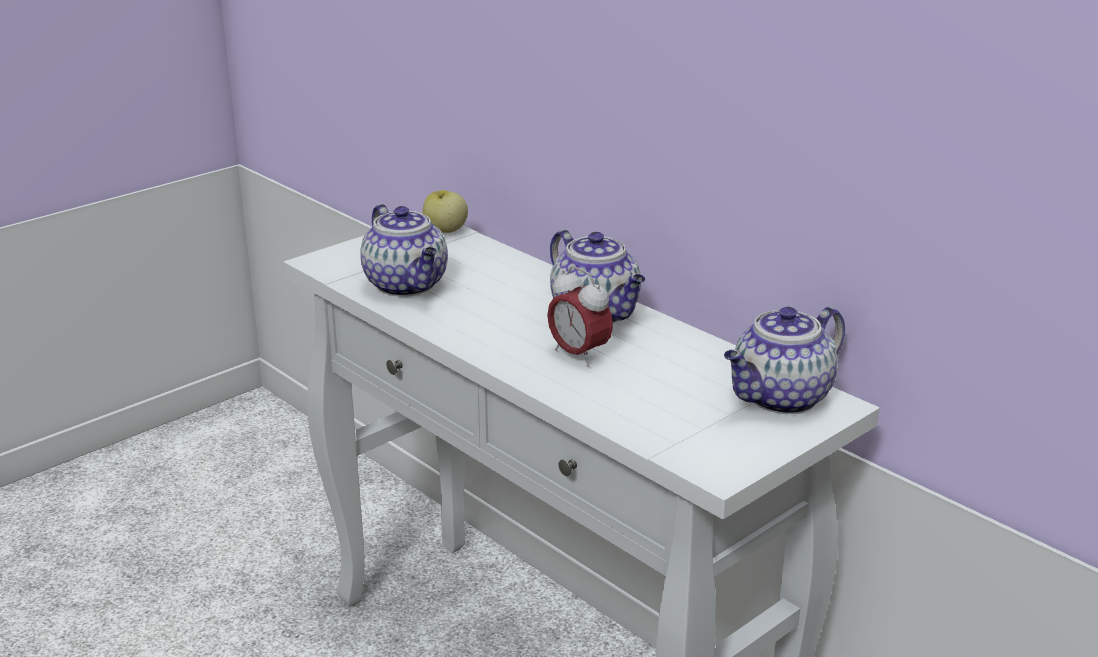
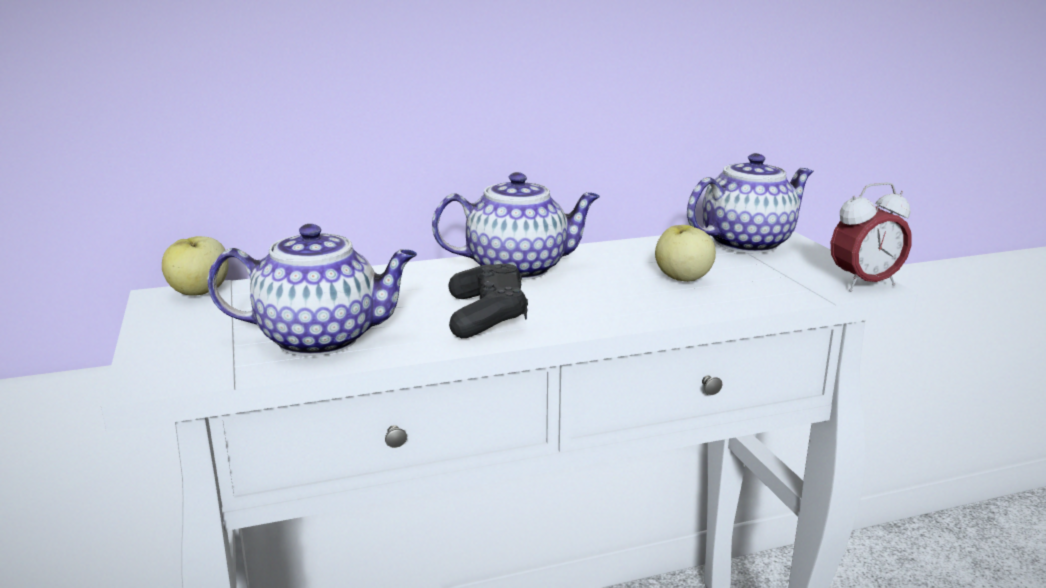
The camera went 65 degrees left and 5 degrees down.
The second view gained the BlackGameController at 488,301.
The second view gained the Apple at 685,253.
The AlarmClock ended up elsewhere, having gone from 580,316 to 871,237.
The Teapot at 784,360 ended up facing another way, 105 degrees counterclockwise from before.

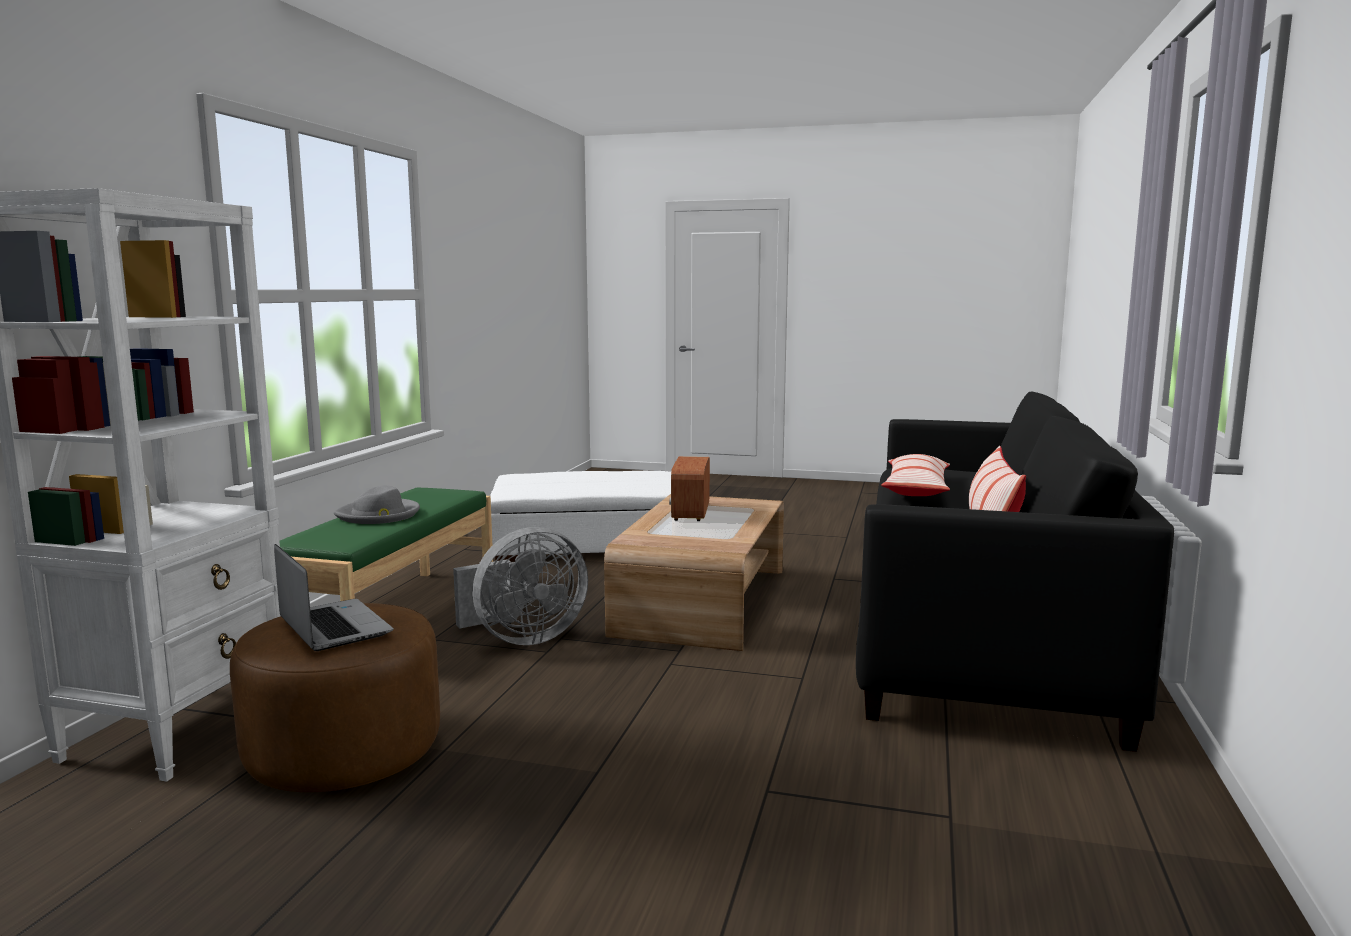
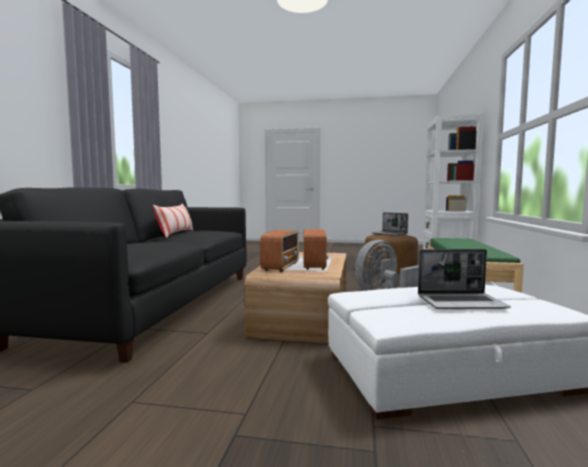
The camera went 175 degrees right and 5 degrees down.
The second view lost the GreyHat at 377,504.
The second view lost the Pillow at 915,475.
The second view gained the Radio at 279,251.
The second view gained the Laptop at 464,279.

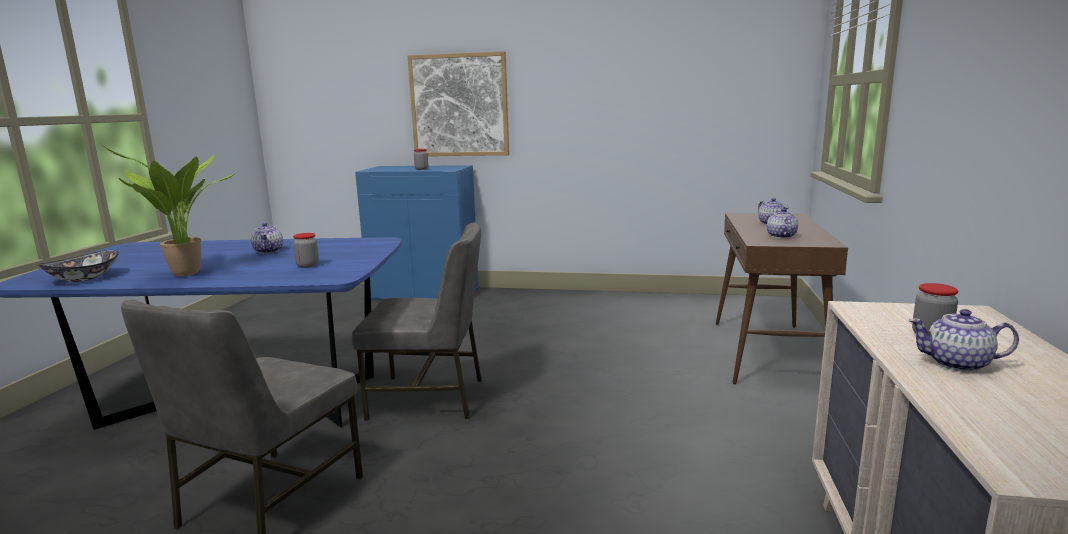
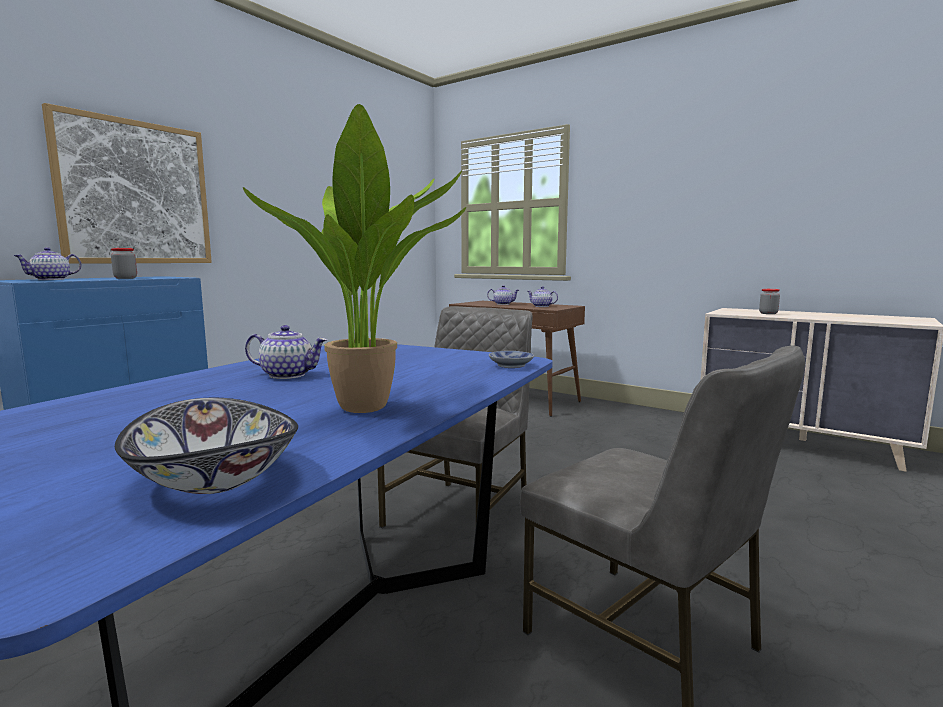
The camera went 65 degrees left and 5 degrees down.
The second view lost the Jar at 306,250.
The second view gained the Bowl at 511,359.
The Teapot ended up elsewhere, having gone from 963,340 to 47,263.

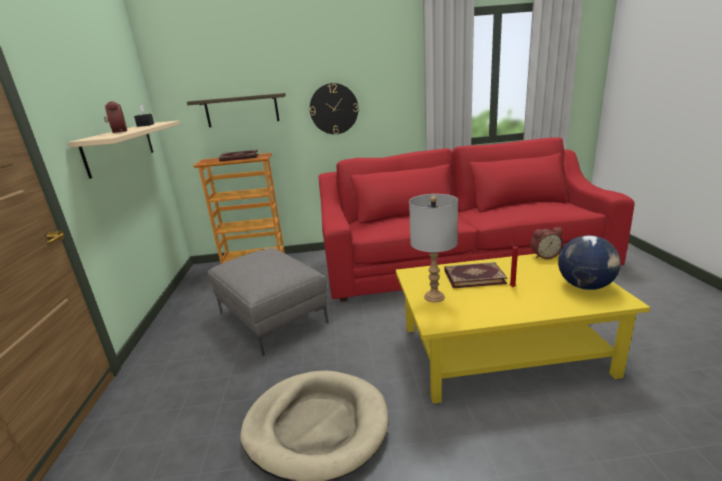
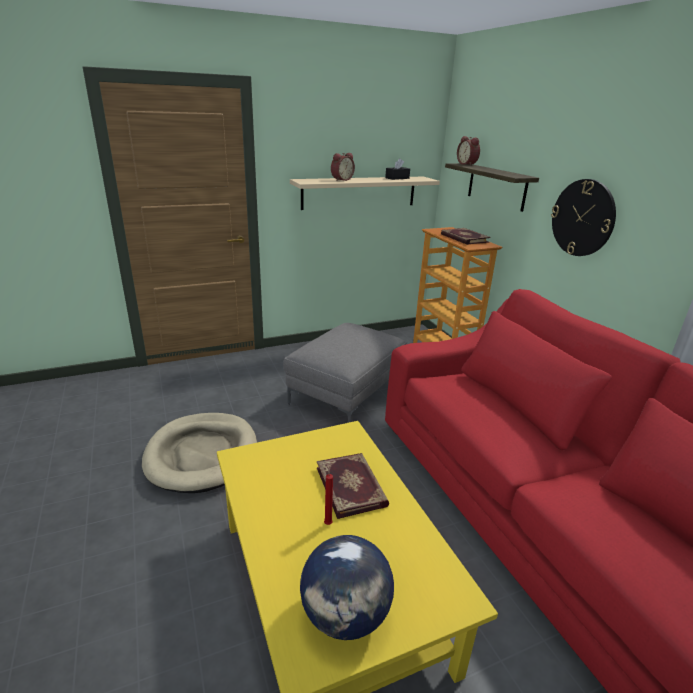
The camera went 70 degrees right and 5 degrees up.
The second view lost the GreyTableLamp at 433,248.
The AlarmClock ended up elsewhere, having gone from 547,243 to 468,150.

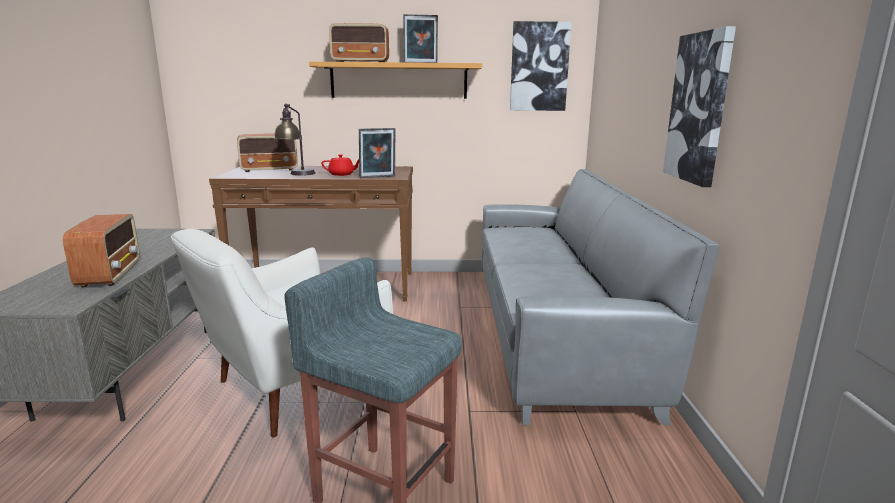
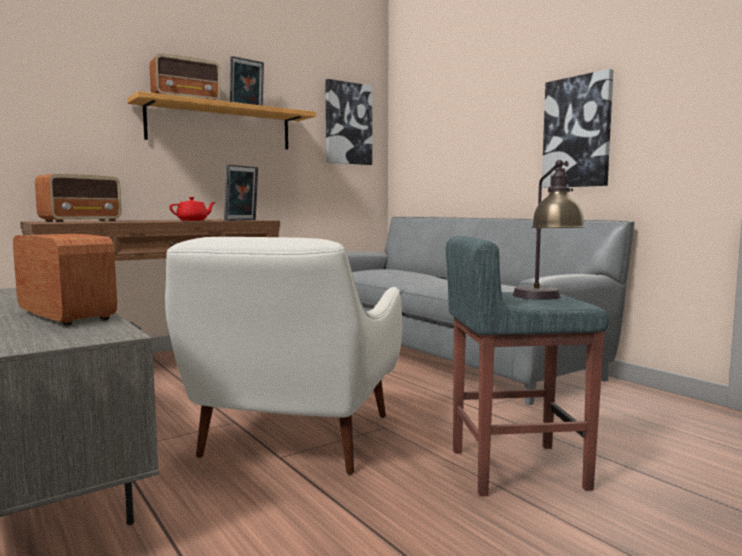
The camera went 35 degrees left and 10 degrees down.
The TableLamp ended up elsewhere, having gone from 294,140 to 549,230.

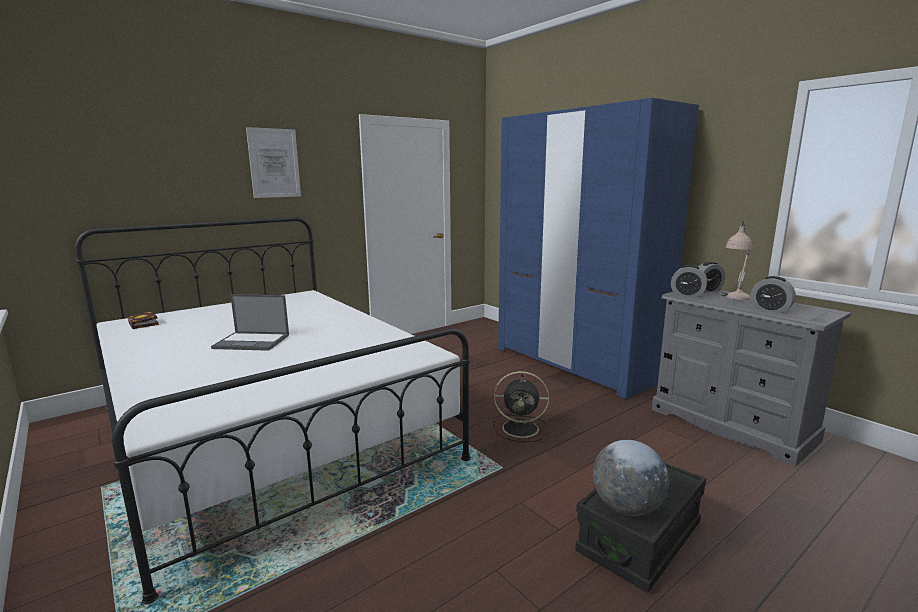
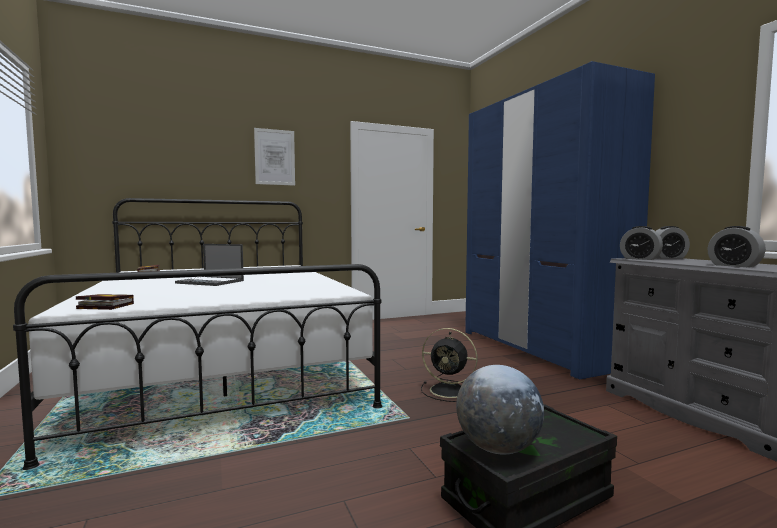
The camera went 15 degrees right and 10 degrees down.
The second view lost the BeigeTableLamp at 736,260.
The second view gained the Book at 105,302.

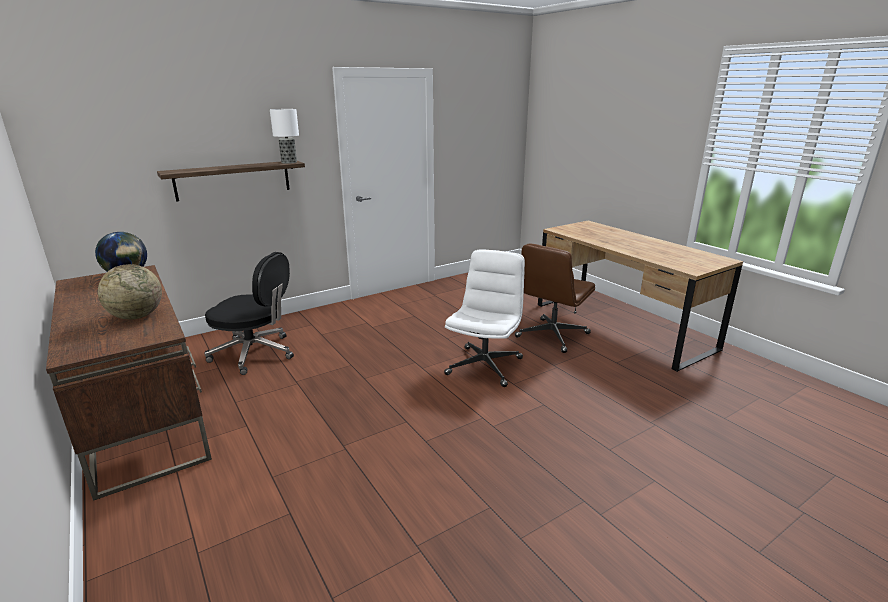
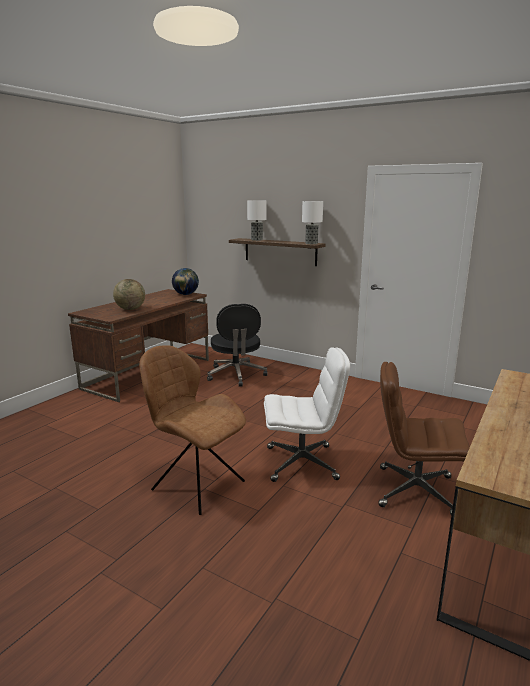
The camera went 65 degrees right and 5 degrees down.
The second view gained the BrownChair at 192,430.
The second view gained the TableLamp at 256,220.

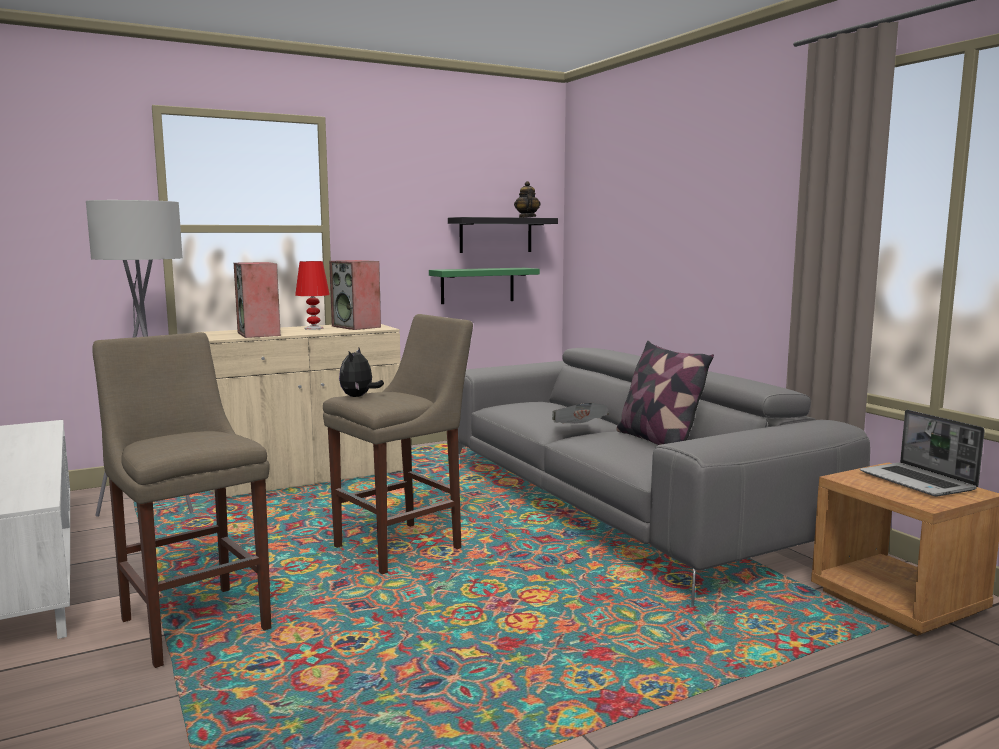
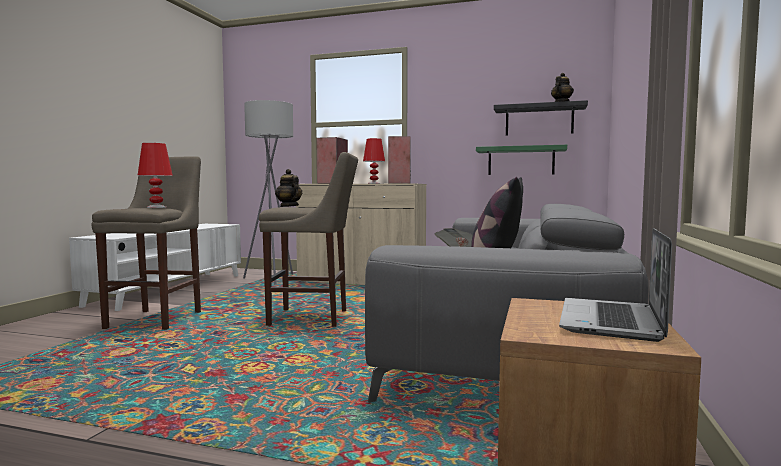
The camera went 45 degrees right and 5 degrees down.
The second view gained the RedTableLamp at 155,175.
Where the PlushToy stood at 361,372, the Teapot came to stand at 288,188.

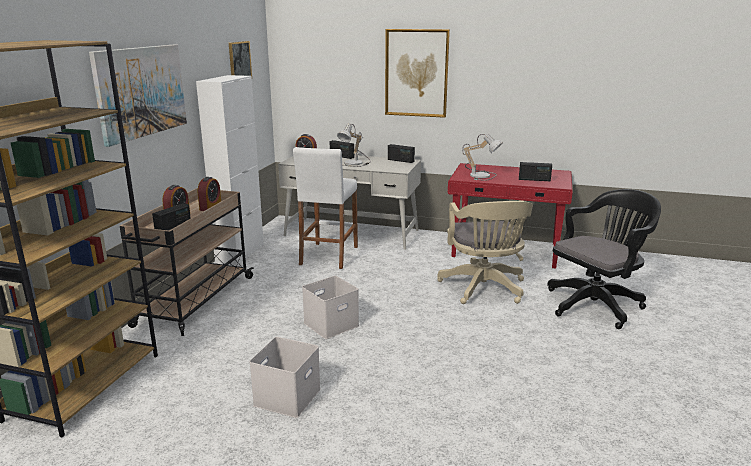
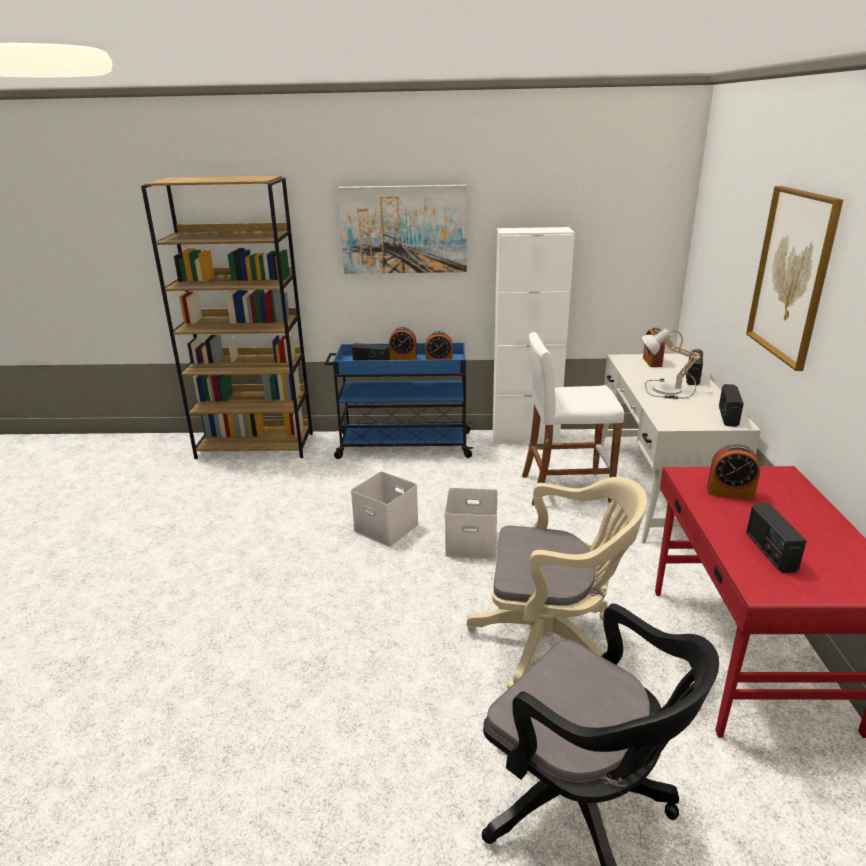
The camera went 75 degrees right and 5 degrees up.
The second view lost the Picture at 240,58.
The WhiteStorageBox ended up elsewhere, having gone from 285,377 to 471,523.
Where the TableLamp stood at 482,157, the AlarmClock came to stand at 733,472.
What was the BeigeCart at 187,262 turned into the BlueCart at 399,401.
The BeigeOfficeChair at 485,252 ended up facing another way, 150 degrees counterclockwise from before.

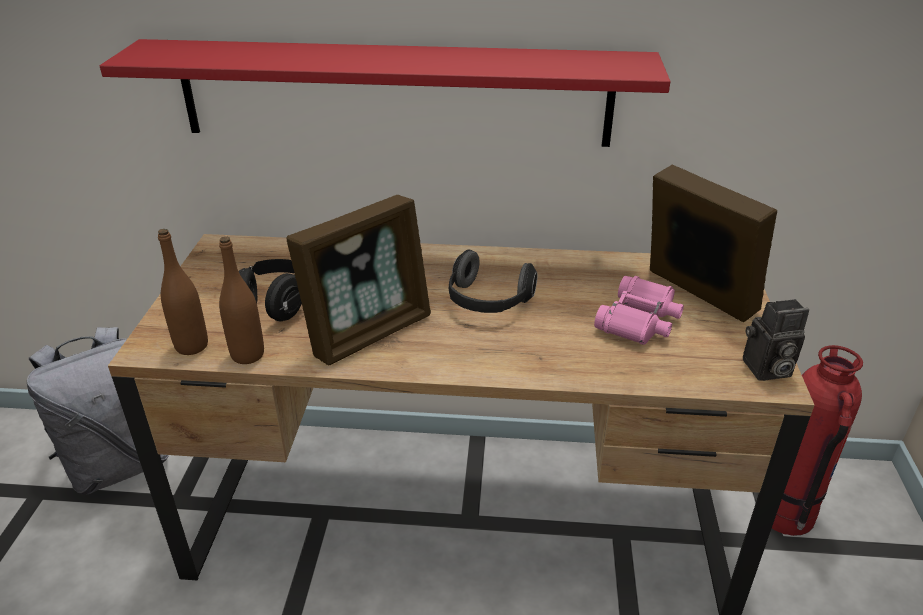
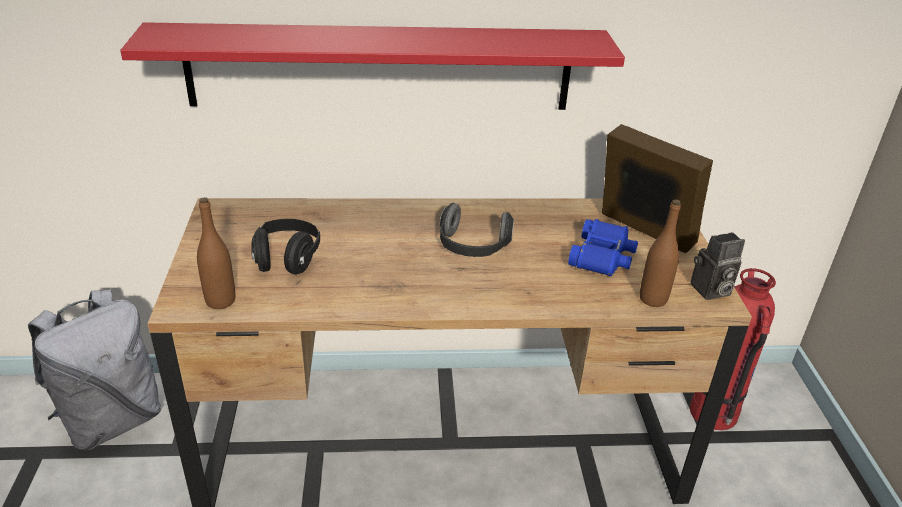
The camera went 10 degrees left and 0 degrees up.
The second view lost the PictureFrame at 359,280.
The BrownBottle ended up elsewhere, having gone from 241,300 to 660,253.
What was the PinkBinoculars at 639,310 turned into the BlueBinoculars at 603,247.

